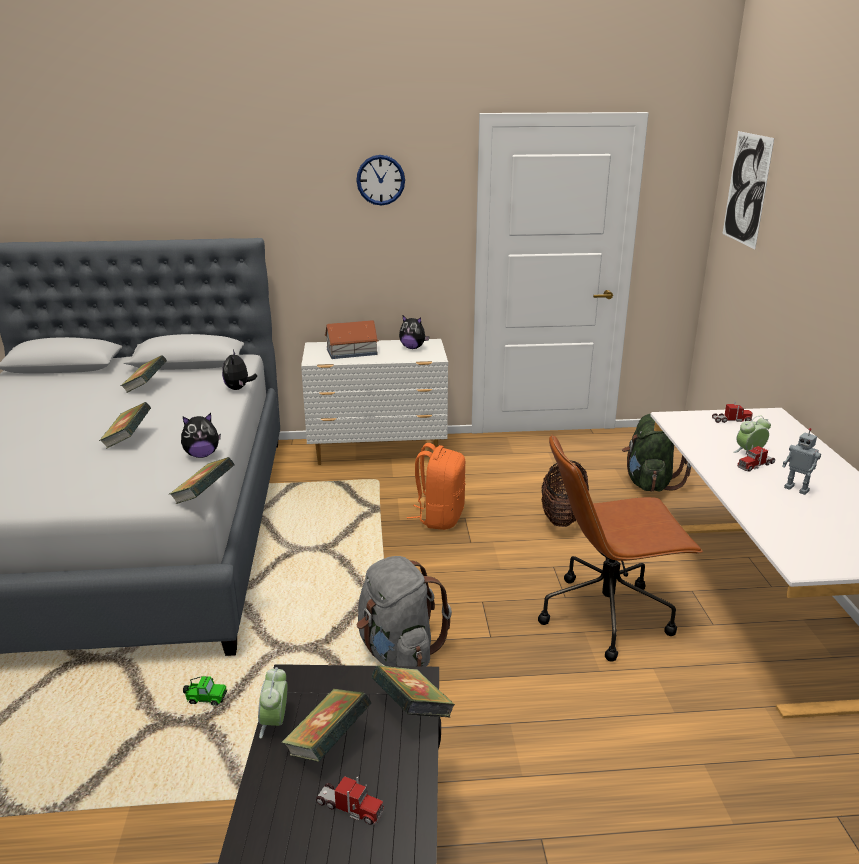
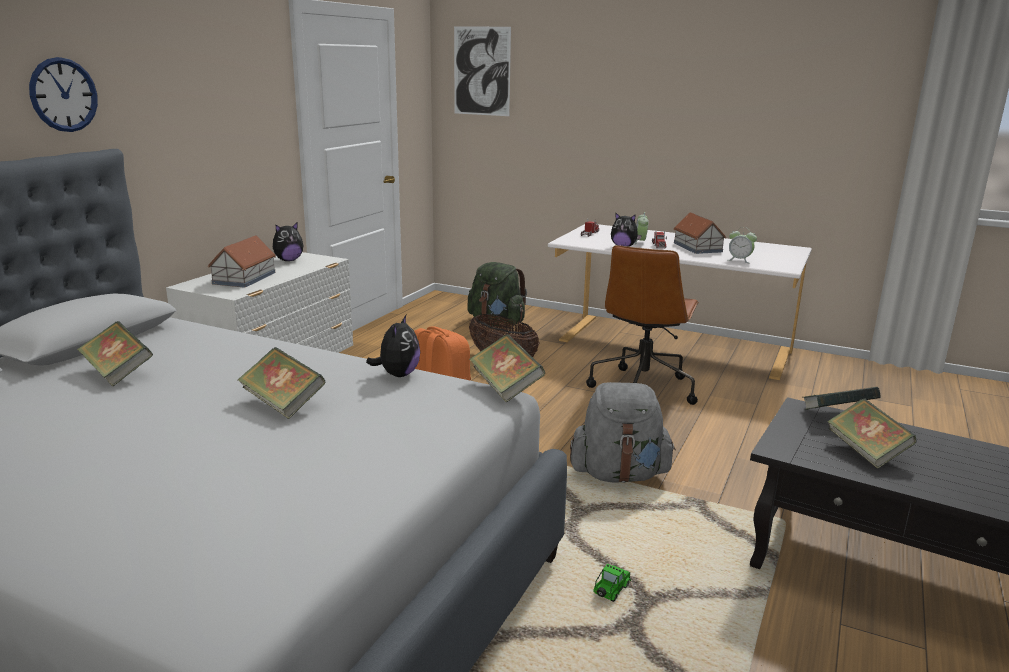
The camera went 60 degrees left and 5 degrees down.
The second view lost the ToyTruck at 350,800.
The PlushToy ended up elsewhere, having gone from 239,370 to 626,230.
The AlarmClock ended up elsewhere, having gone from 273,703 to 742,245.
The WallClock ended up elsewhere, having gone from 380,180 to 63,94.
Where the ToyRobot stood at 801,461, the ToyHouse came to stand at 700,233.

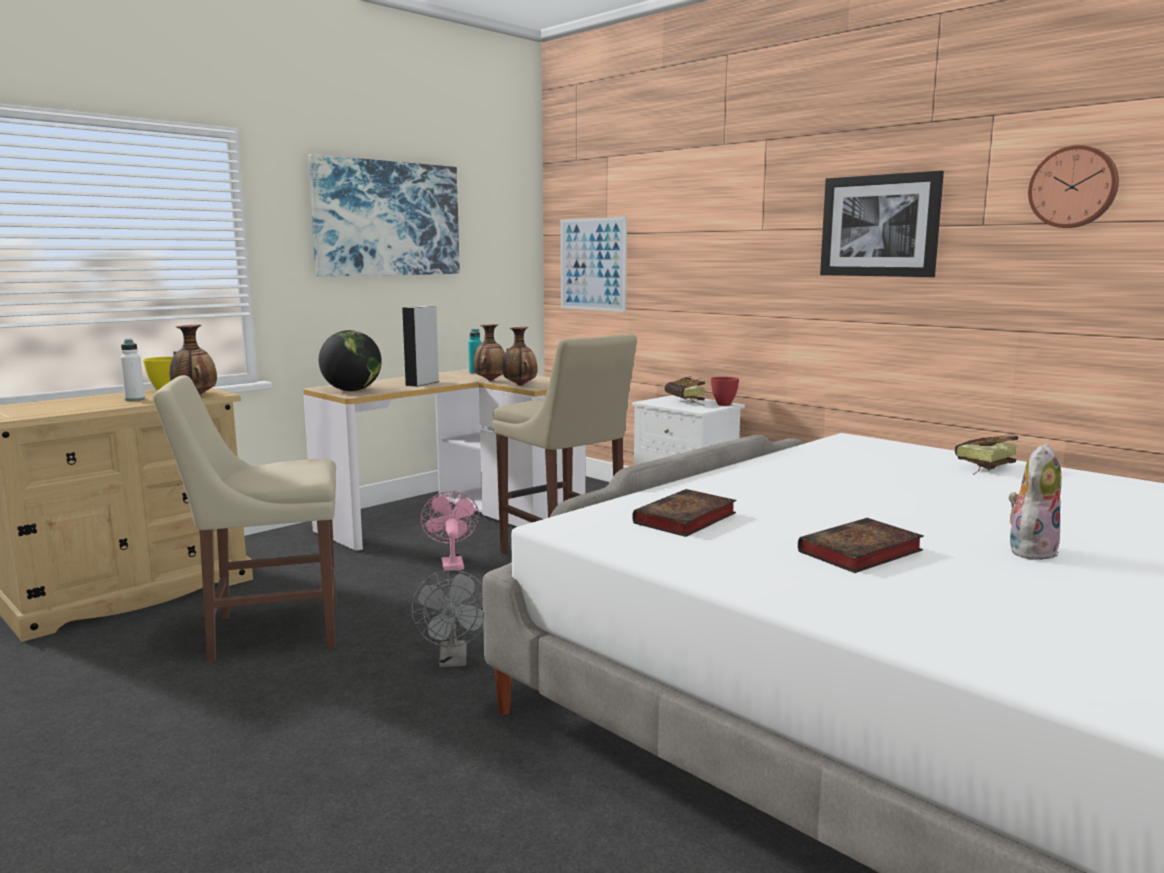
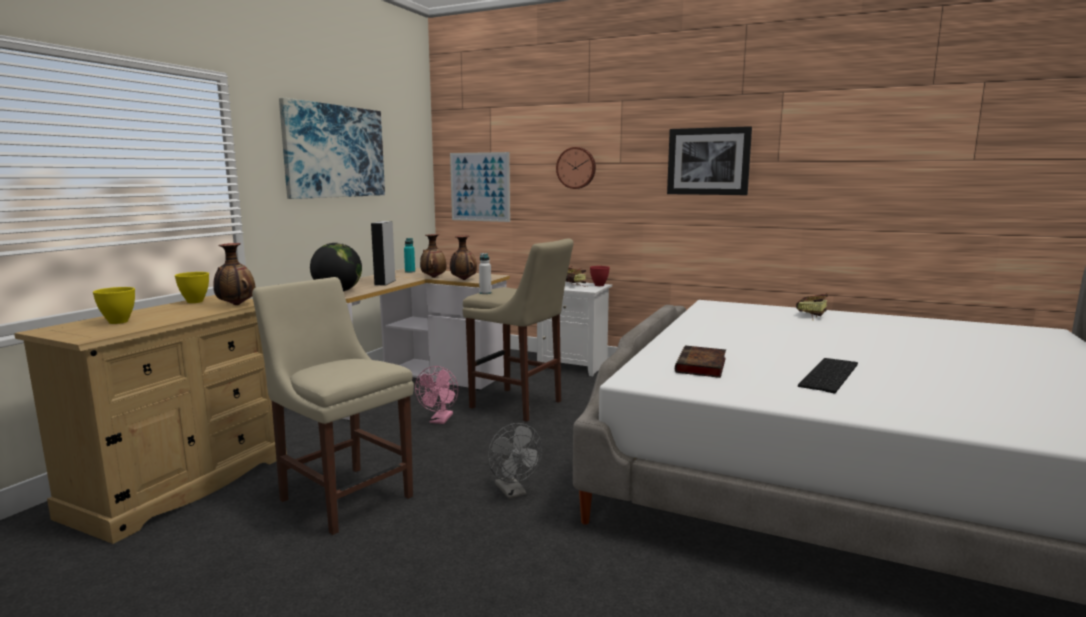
The camera went 20 degrees left and 0 degrees up.
The second view lost the PlushToy at 1034,502.
The second view gained the YellowBowl at 114,305.
The WhiteBottle ended up elsewhere, having gone from 132,370 to 485,273.
The WallClock ended up elsewhere, having gone from 1073,186 to 576,168.
Where the Book stood at 861,545, the Keyboard came to stand at 828,375.
The BeigeChair at 245,518 ended up facing another way, 75 degrees clockwise from before.
The PinkFan at 450,530 ended up facing another way, 135 degrees counterclockwise from before.

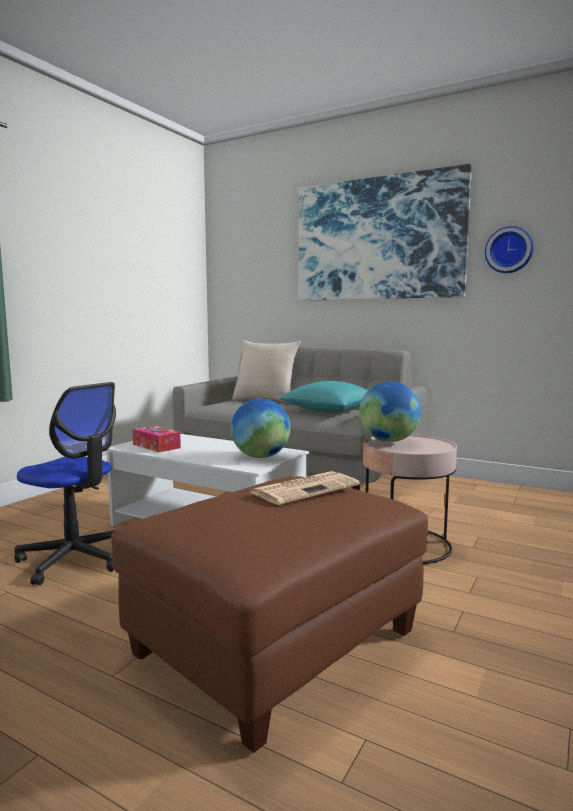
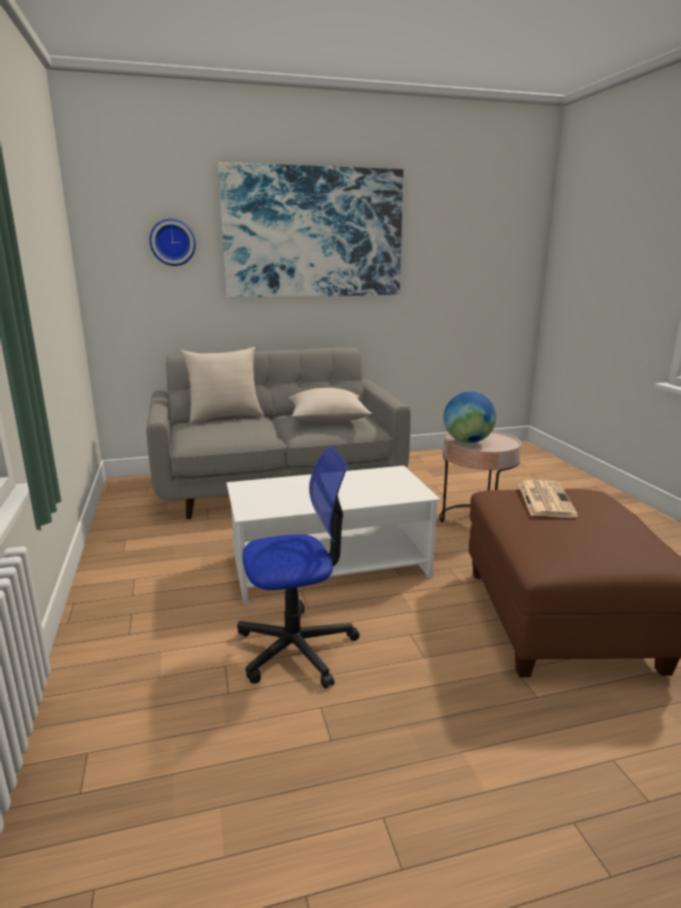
The camera went 45 degrees left and 10 degrees up.
The second view lost the TissueBox at 156,439.
The second view lost the Globe at 261,428.
The WallClock ended up elsewhere, having gone from 509,249 to 172,242.
What was the TurquoisePillow at 323,397 turned into the BeigePillow at 330,405.

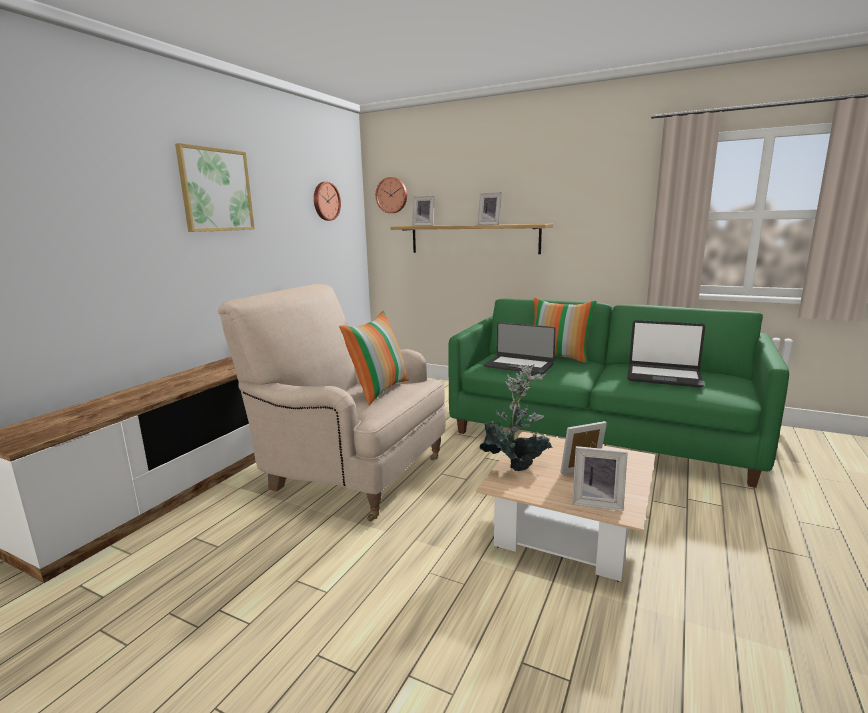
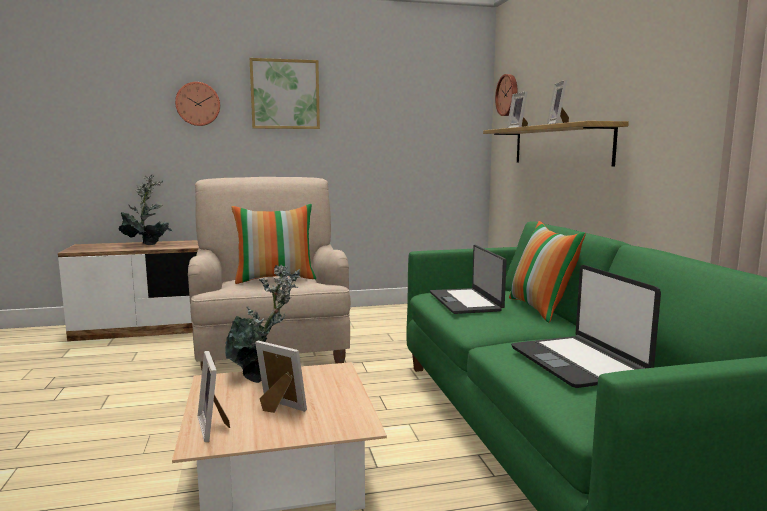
The camera went 50 degrees right and 5 degrees down.
The second view gained the PottedPlant at 145,210.
The WallClock ended up elsewhere, having gone from 327,201 to 197,104.

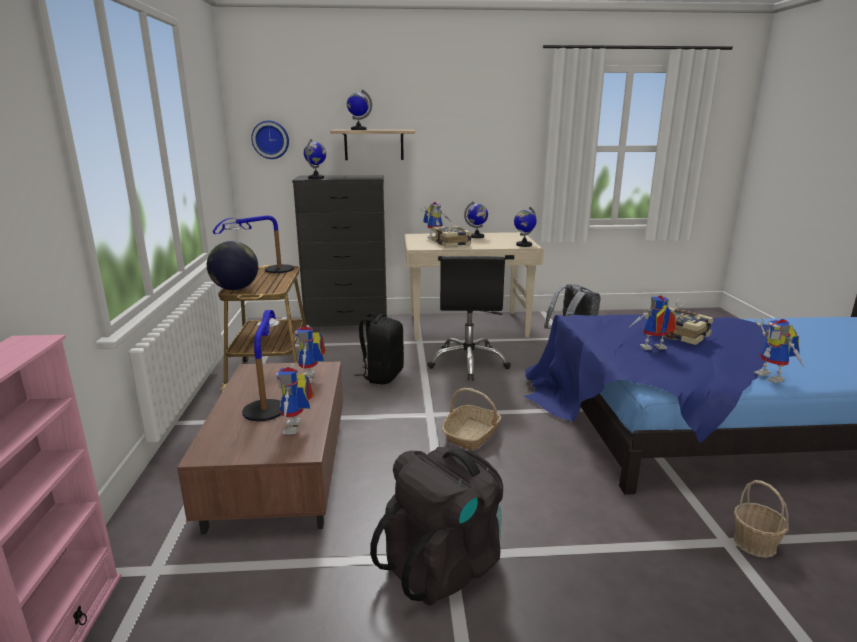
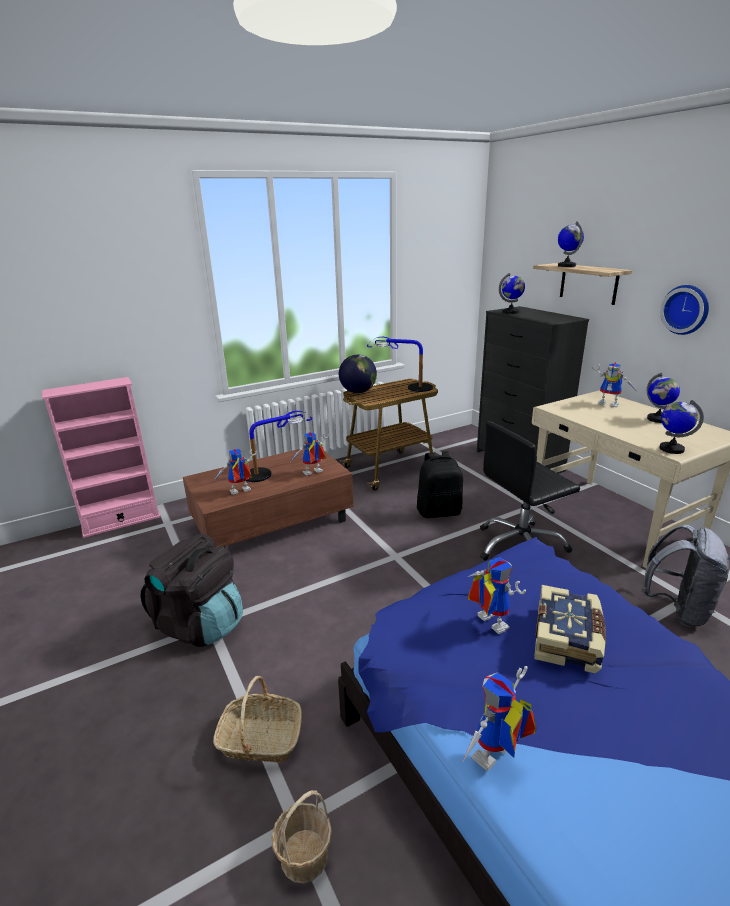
The camera went 65 degrees right and 5 degrees up.
The second view lost the Book at 452,236.
The WallClock ended up elsewhere, having gone from 270,140 to 684,310.
The Basket ended up elsewhere, having gone from 471,419 to 257,719.

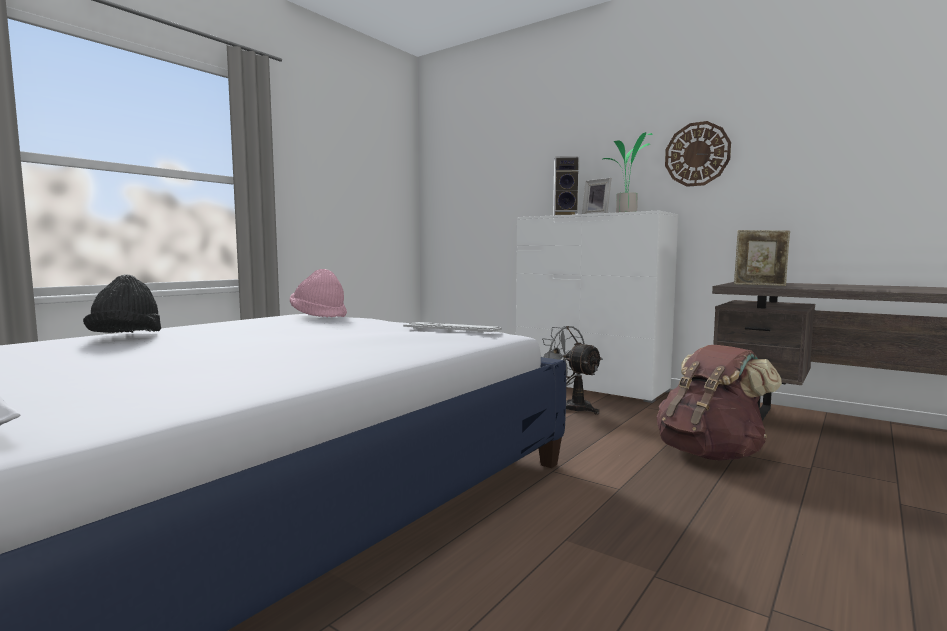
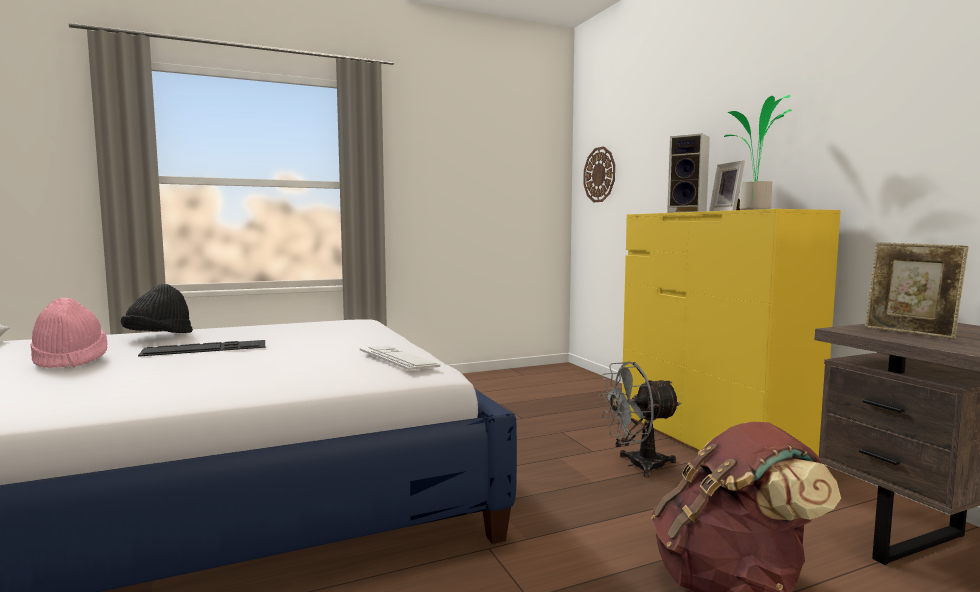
The camera went 30 degrees right and 0 degrees up.
The second view gained the Keyboard at 201,348.
The PinkHat ended up elsewhere, having gone from 318,293 to 69,333.
The WallClock ended up elsewhere, having gone from 698,154 to 599,174.
What was the WhiteDresser at 597,307 turned into the YellowDresser at 731,336.
The GreyFan at 572,370 ended up facing another way, 90 degrees counterclockwise from before.

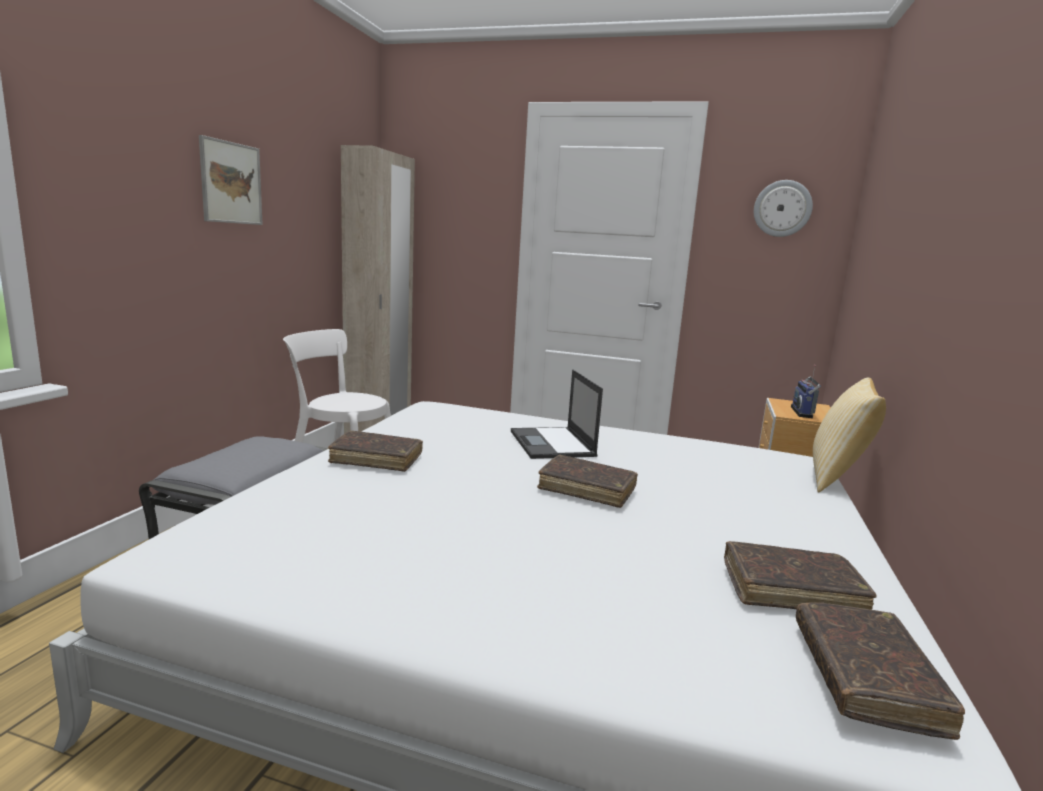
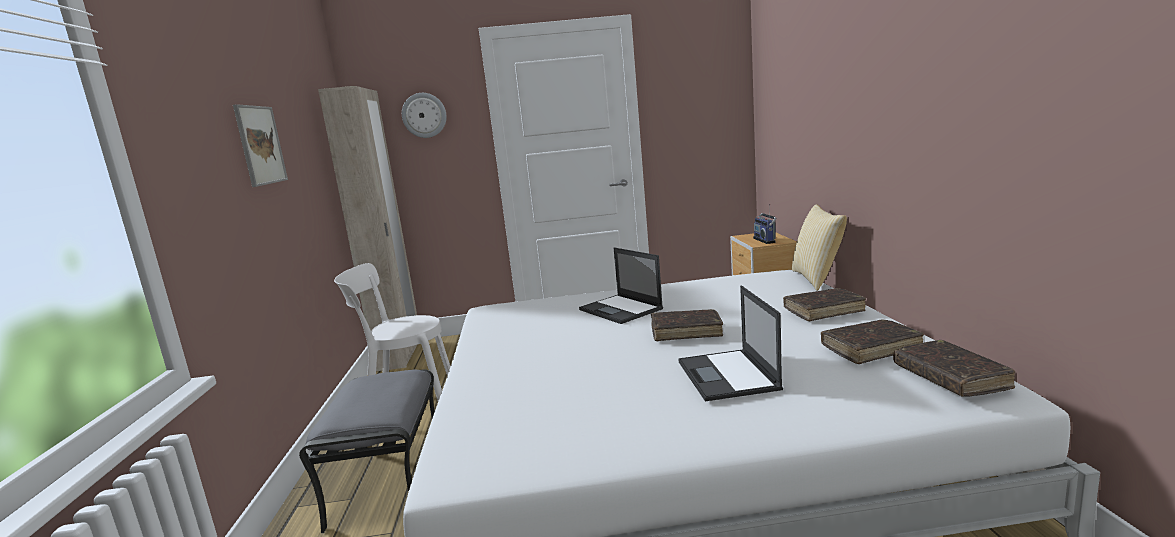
The camera went 20 degrees left and 0 degrees up.
The second view gained the Laptop at 730,343.
The BrownBook ended up elsewhere, having gone from 375,451 to 824,304.
The WallClock ended up elsewhere, having gone from 783,208 to 424,115.

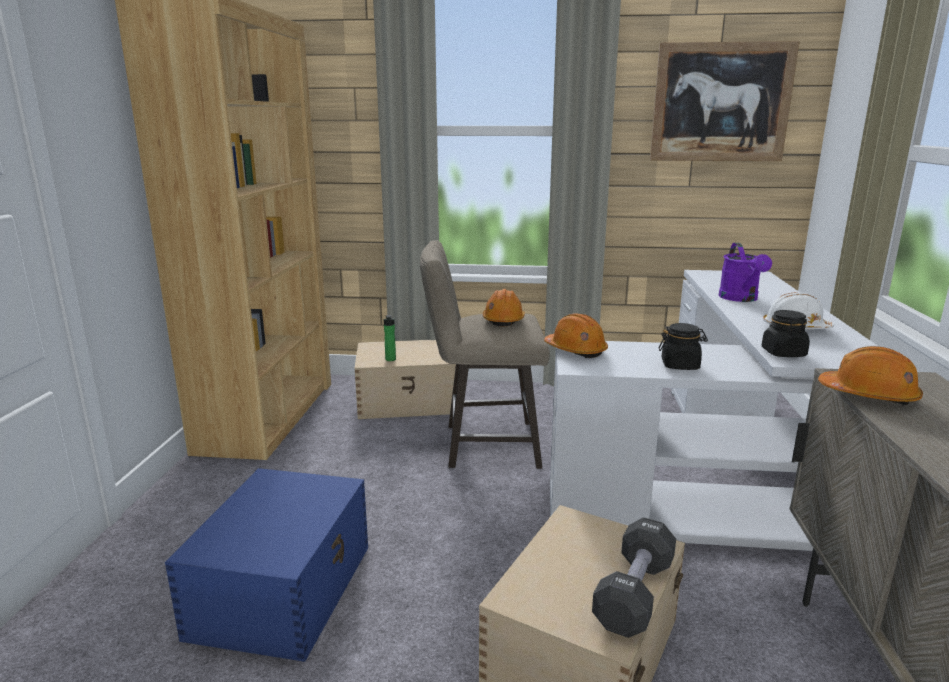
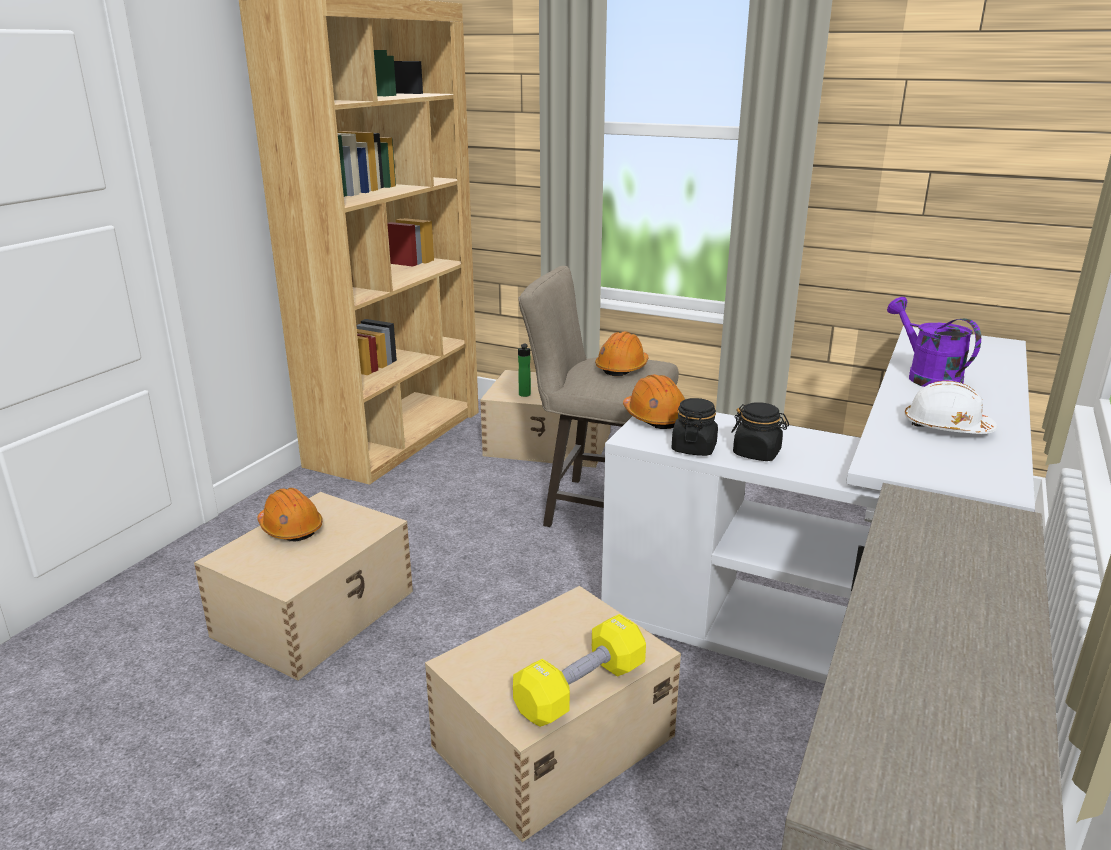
The camera went 20 degrees right and 5 degrees up.
The second view lost the Picture at 725,101.
The BlackJar ended up elsewhere, having gone from 786,333 to 694,427.
The OrangeHardHat ended up elsewhere, having gone from 870,376 to 289,515.
What was the BlueStorageBox at 266,565 turned into the BeigeStorageBox at 303,586.
What was the BlackDumbbell at 634,577 turned into the YellowDumbbell at 579,670.
The PurpleWateringCan at 745,272 ended up facing another way, 135 degrees clockwise from before.

